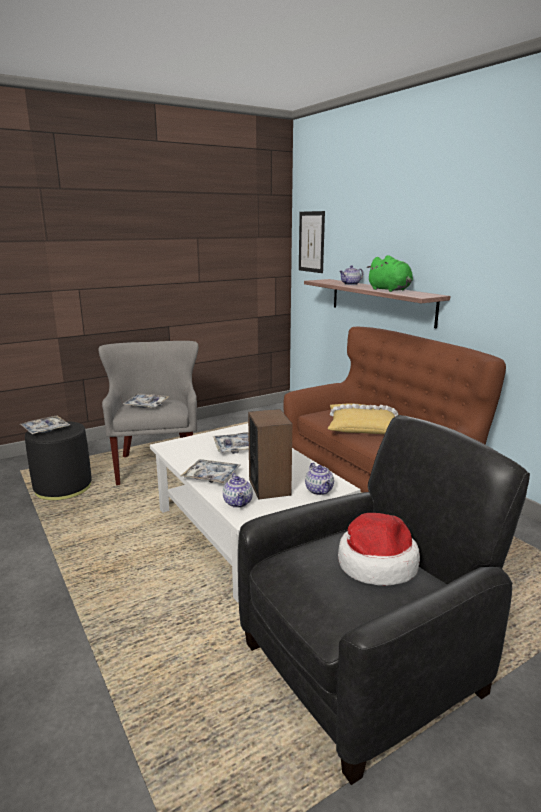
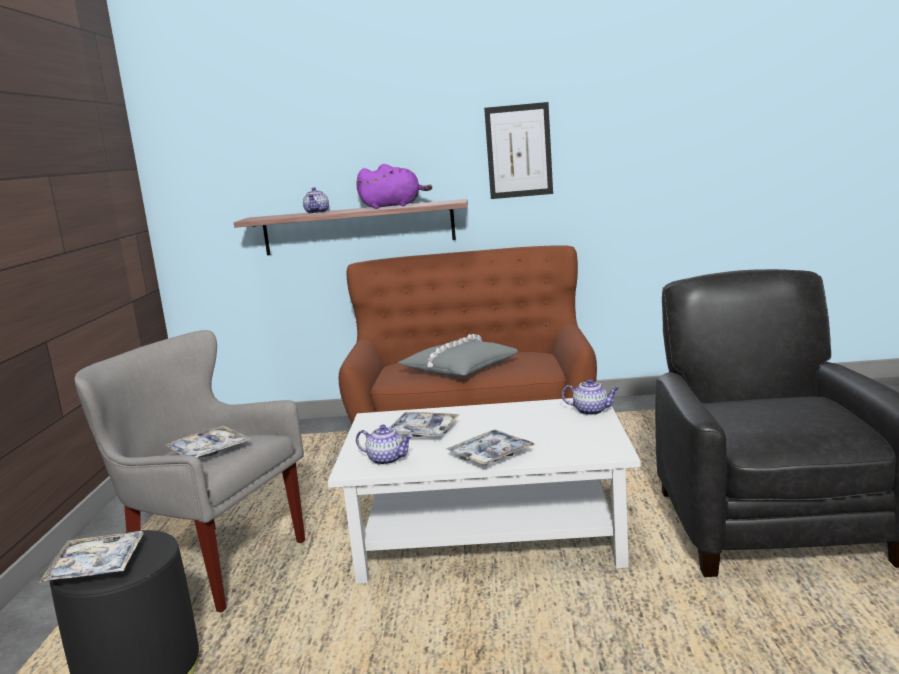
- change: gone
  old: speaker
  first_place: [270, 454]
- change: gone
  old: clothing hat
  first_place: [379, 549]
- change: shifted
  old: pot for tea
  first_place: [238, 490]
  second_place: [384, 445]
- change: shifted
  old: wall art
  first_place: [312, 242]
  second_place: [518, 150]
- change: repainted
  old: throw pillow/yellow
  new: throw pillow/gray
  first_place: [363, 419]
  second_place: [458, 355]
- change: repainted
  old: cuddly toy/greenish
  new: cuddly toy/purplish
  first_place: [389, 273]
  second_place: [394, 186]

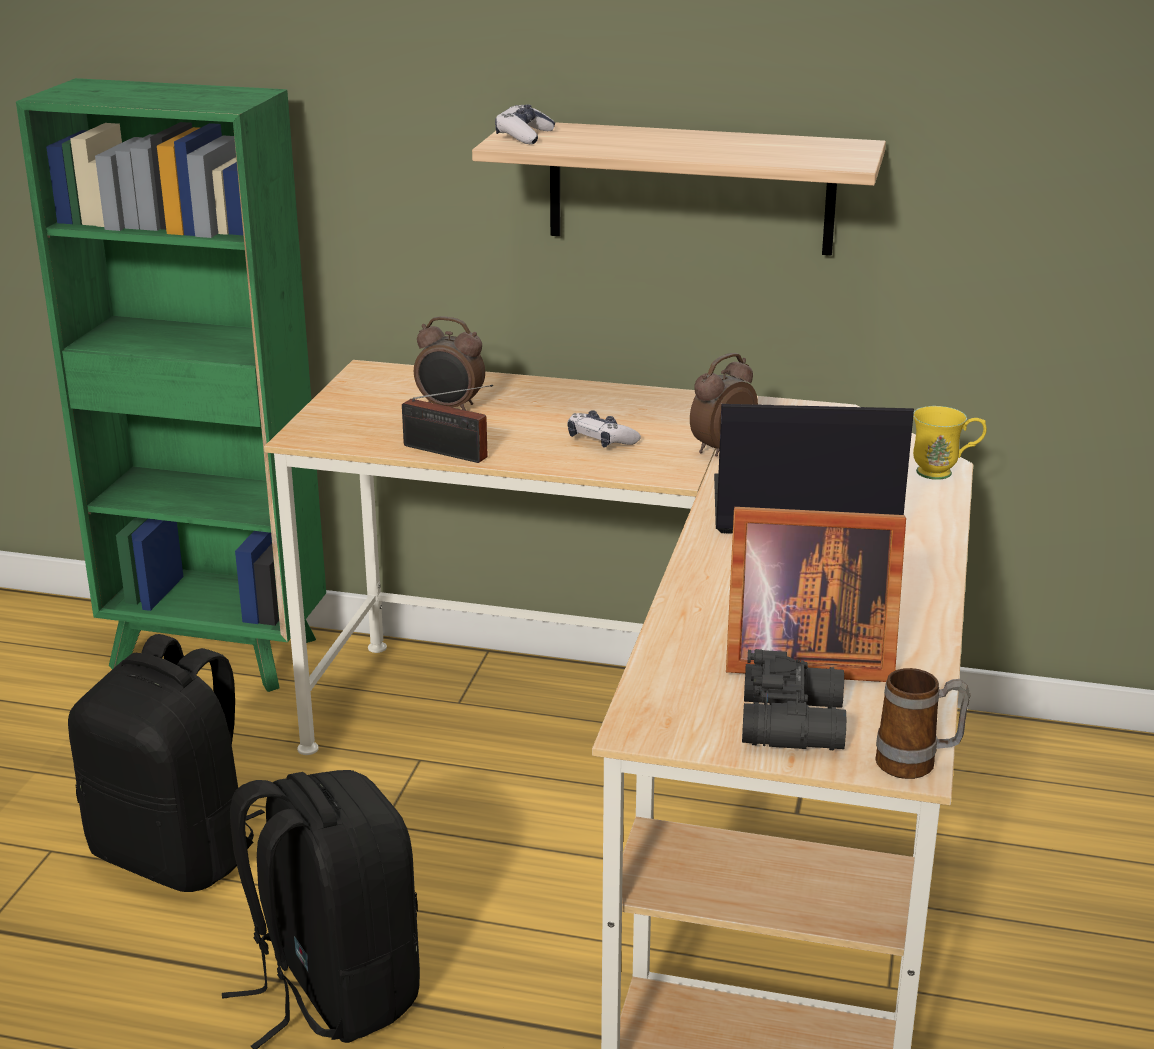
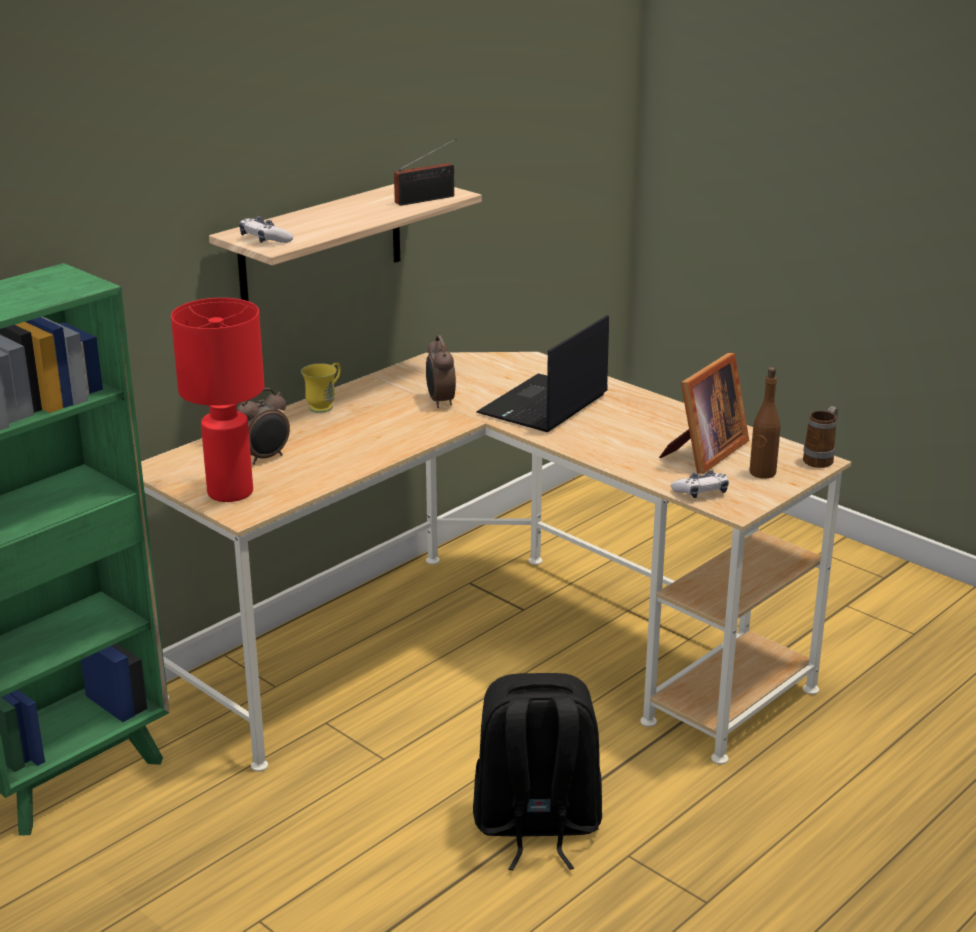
- change: gone
  old: rucksack/black-coloured
  first_place: [166, 763]
- change: new
  new: tabletop lamp/red-coloured
  second_place: [217, 400]
- change: shifted
  old: radio set
  first_place: [447, 424]
  second_place: [425, 172]
- change: shifted
  old: joypad
  first_place: [604, 428]
  second_place: [700, 484]
- change: shifted
  old: tea mug/yellow
  first_place: [950, 443]
  second_place: [321, 388]
- change: swapped
  old: binoculars/black-coloured
  new: beverage bottle/brown
  first_place: [794, 700]
  second_place: [765, 422]

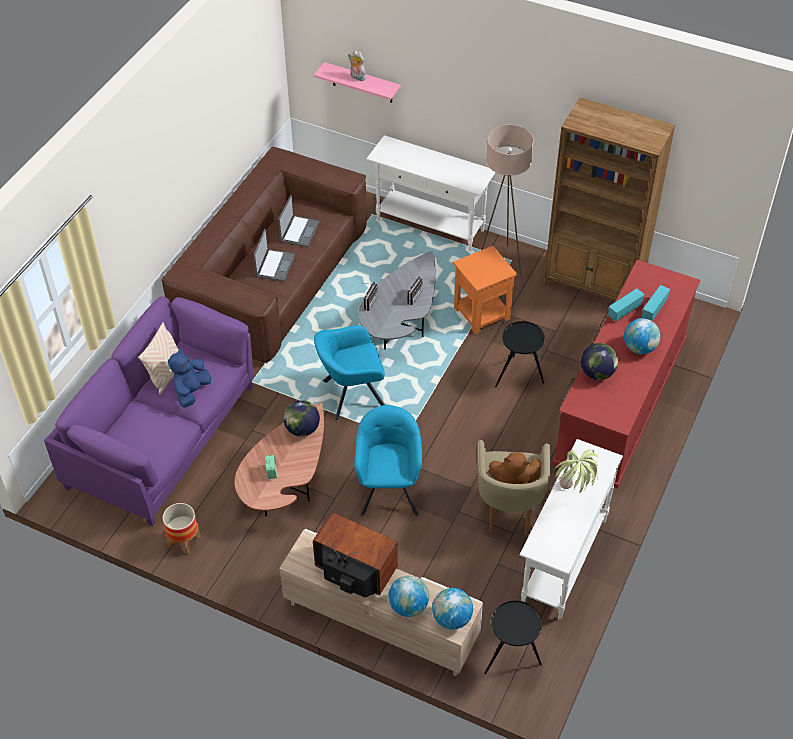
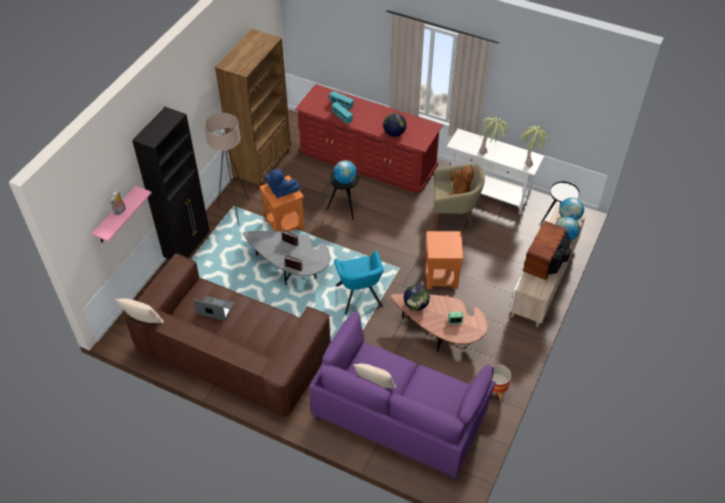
- change: gone
  old: portable computer
  first_place: [274, 255]
- change: new
  new: throw pillow/sand-coloured
  second_place: [139, 310]
- change: new
  new: plant in a pot
  second_place: [534, 146]
- change: shifted
  old: cuddly toy/blue-coloured
  first_place: [189, 378]
  second_place: [282, 183]
- change: shifted
  old: world globe
  first_place: [642, 336]
  second_place: [345, 172]
- change: swapped
  old: easy chair/turquoise-coloured
  new: accent table/orangey
  first_place: [388, 460]
  second_place: [444, 260]
- change: swapped
  old: console table/white-coloured
  new: cabinet/black-coloured
  first_place: [431, 193]
  second_place: [171, 185]

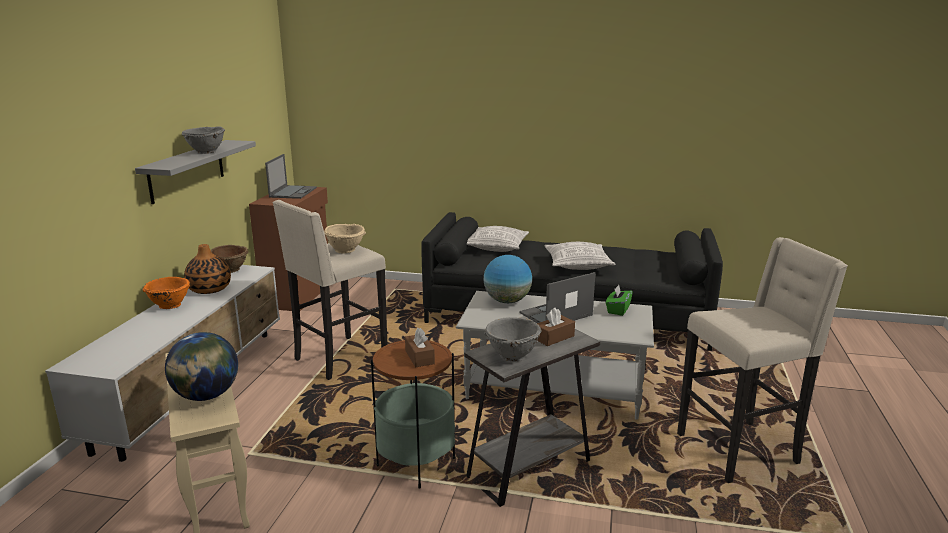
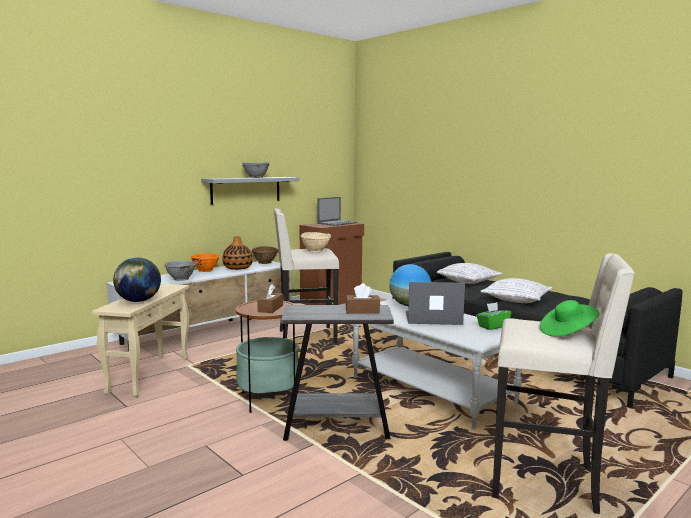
- change: new
  new: clothing hat/greenish
  second_place: [570, 318]
- change: shifted
  old: serving bowl/gray
  first_place: [513, 339]
  second_place: [180, 271]

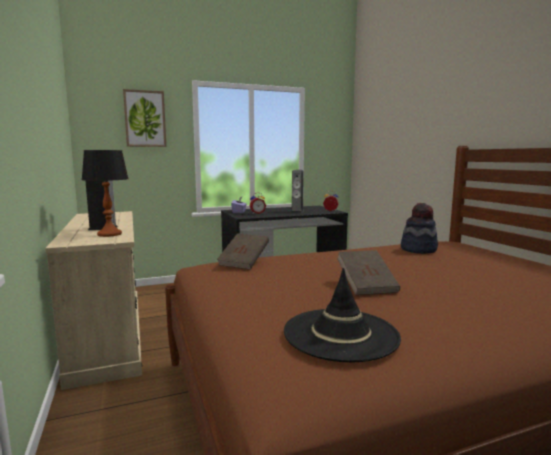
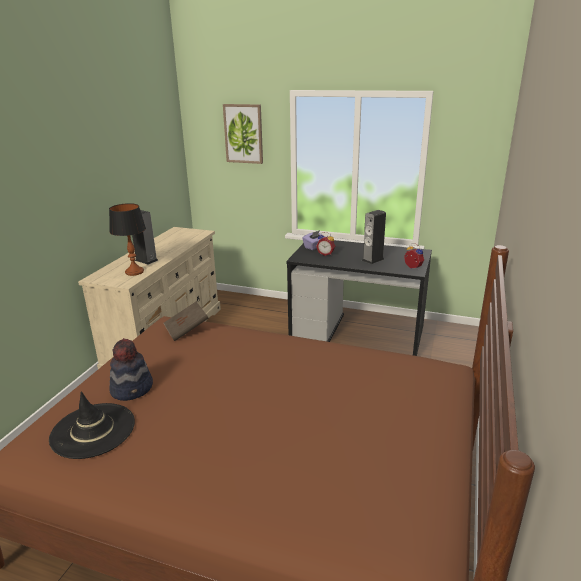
- change: gone
  old: volume/brown
  first_place: [368, 272]
- change: shifted
  old: clothing hat
  first_place: [419, 228]
  second_place: [131, 369]

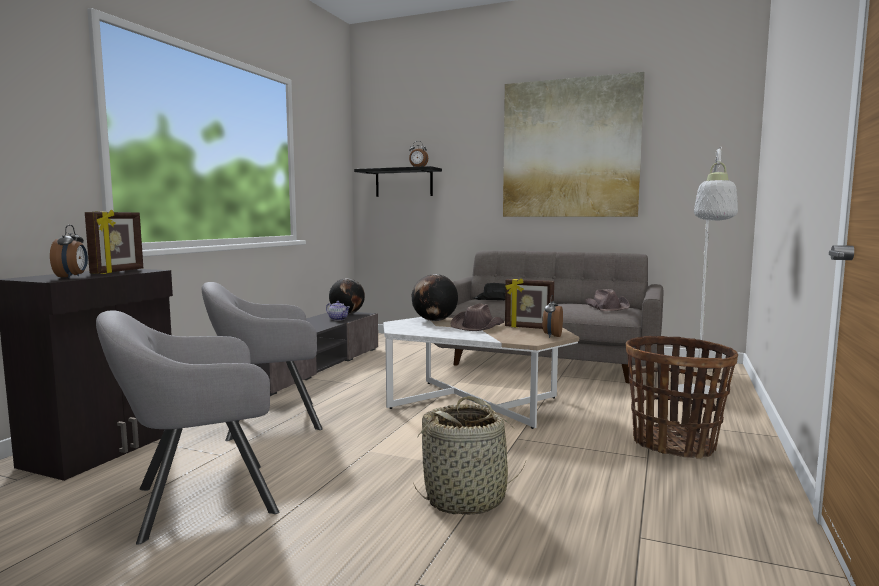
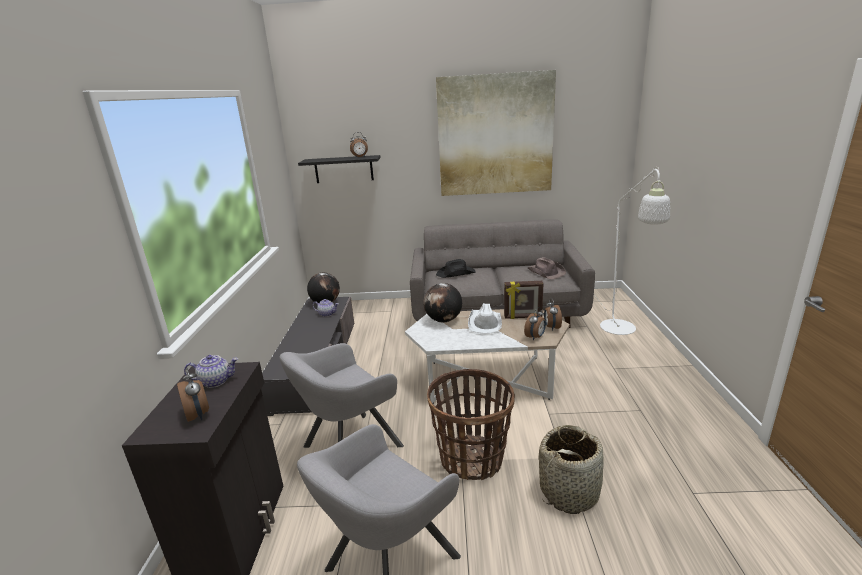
- change: new
  new: bedside clock
  second_place: [535, 323]
- change: shifted
  old: household basket
  first_place: [682, 397]
  second_place: [471, 424]
- change: swapped
  old: picture frame
  new: pot for tea
  first_place: [114, 241]
  second_place: [211, 371]
- change: repainted
  old: clothing hat/brown
  new: clothing hat/white-coloured
  first_place: [477, 317]
  second_place: [485, 318]

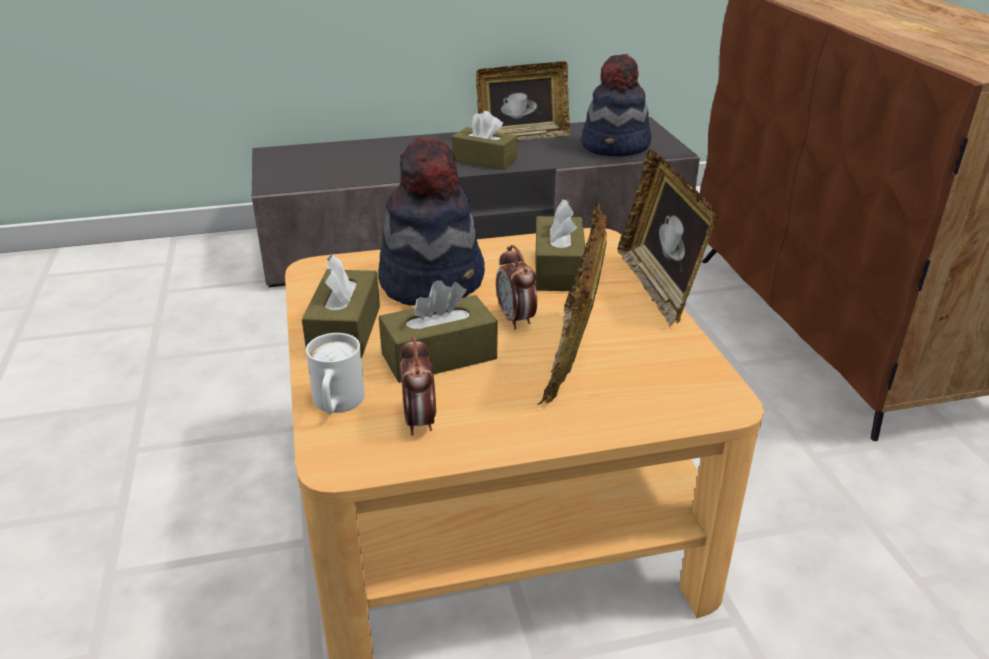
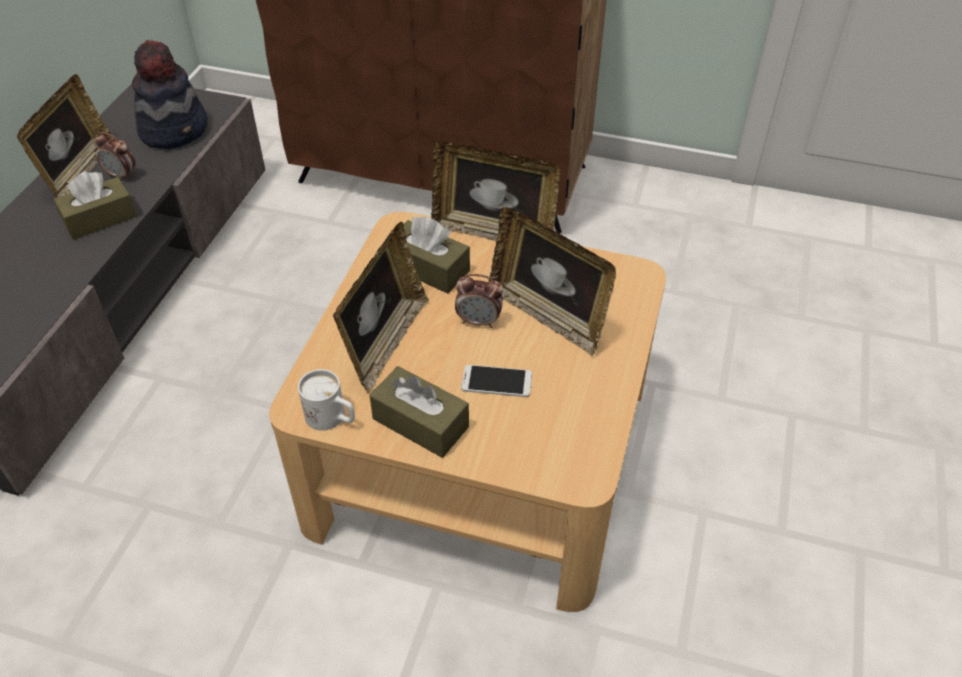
- change: shifted
  old: tea mug/white-coloured
  first_place: [335, 373]
  second_place: [326, 400]
- change: shifted
  old: bedside clock
  first_place: [418, 385]
  second_place: [114, 156]
- change: swapped
  old: clothing hat
  new: picture frame
  first_place: [431, 221]
  second_place: [381, 308]
- change: swapped
  old: tissue box/brown
  new: telephone
  first_place: [438, 331]
  second_place: [496, 381]

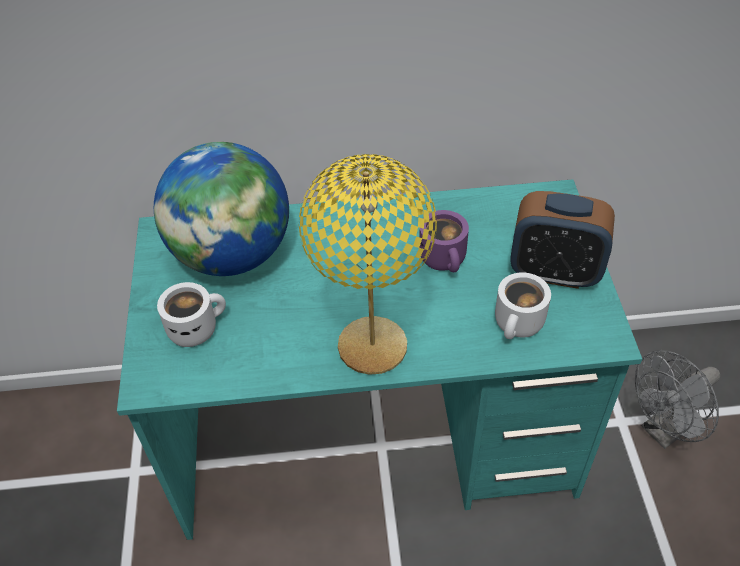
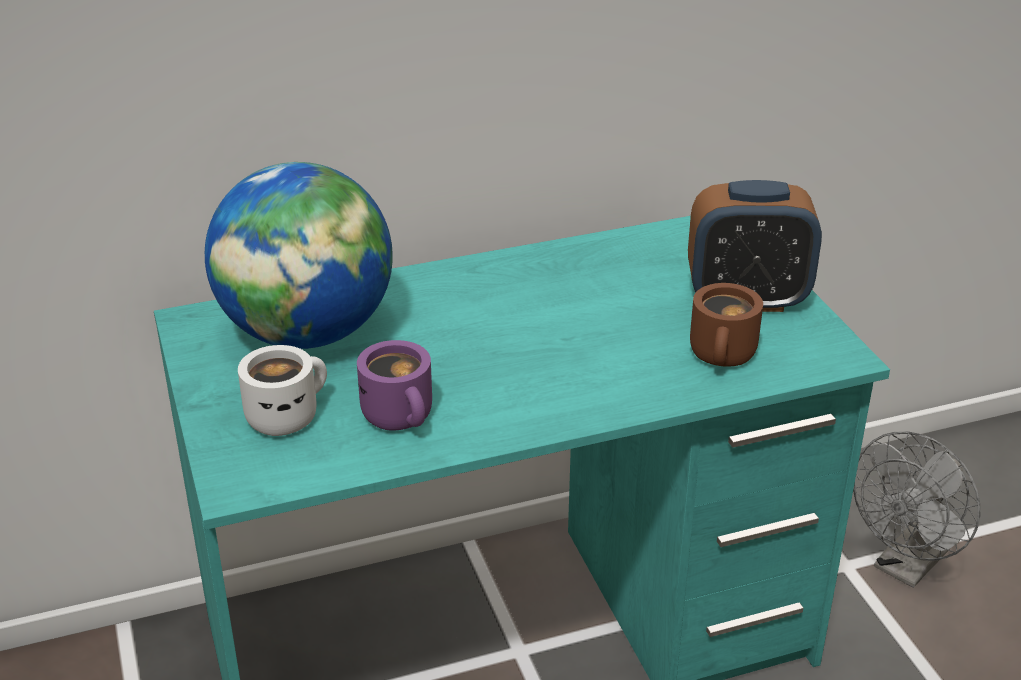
- change: gone
  old: tabletop lamp/yellow
  first_place: [368, 264]
- change: shifted
  old: tea mug/purplish
  first_place: [444, 241]
  second_place: [394, 385]
- change: repainted
  old: tea mug/white-coloured
  new: tea mug/brown
  first_place: [523, 305]
  second_place: [726, 325]

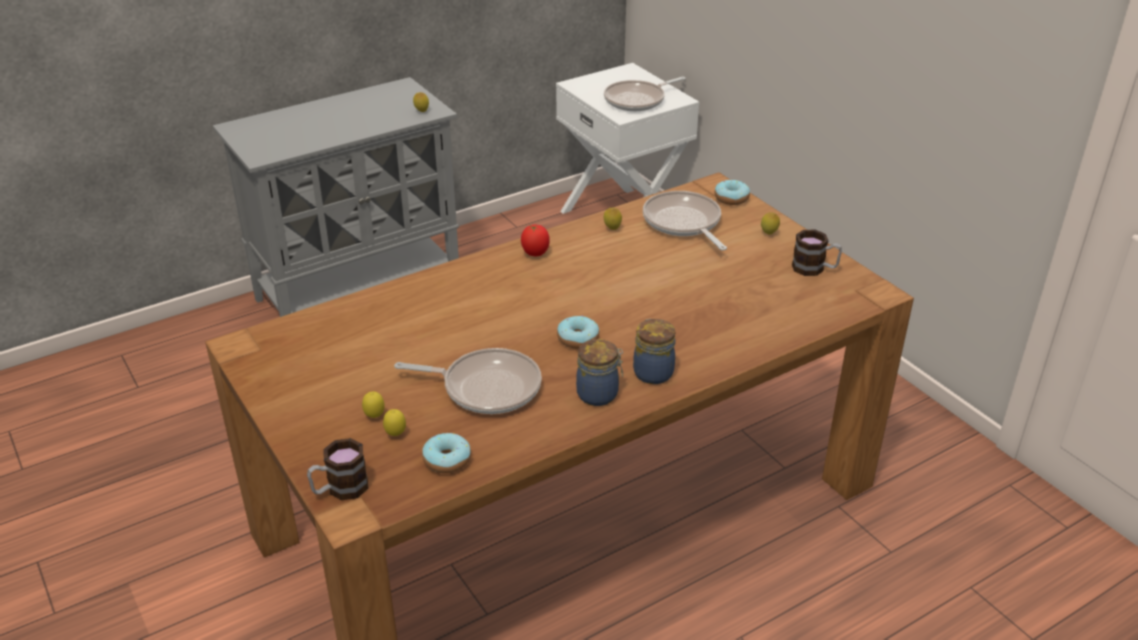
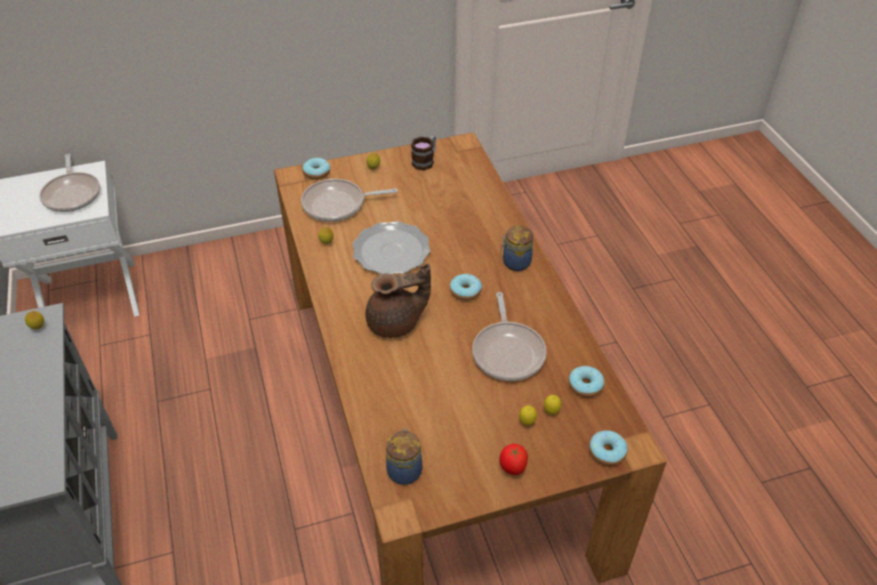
- change: new
  new: flat dish
  second_place: [391, 247]
- change: new
  new: pot for tea/brown
  second_place: [398, 301]
- change: shifted
  old: fresh tomato
  first_place: [535, 240]
  second_place: [513, 459]
- change: shifted
  old: storage jar
  first_place: [599, 372]
  second_place: [404, 457]
- change: swapped
  old: tea mug
  new: doughnut
  first_place: [337, 469]
  second_place: [608, 448]
- change: rotated
  old: pan
  first_place: [468, 381]
  second_place: [509, 336]
  degrees: 150

